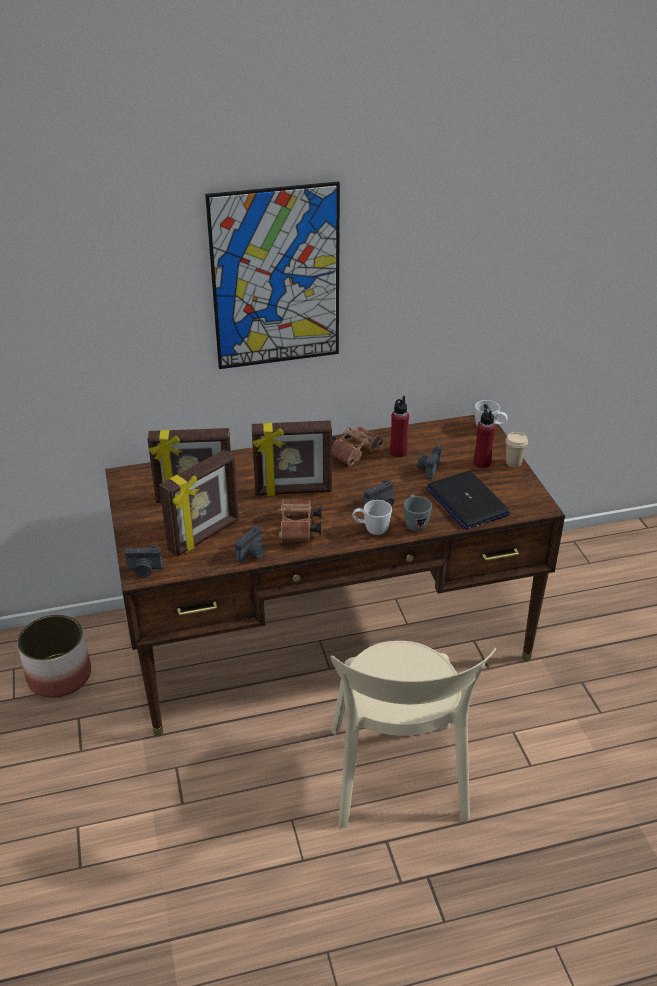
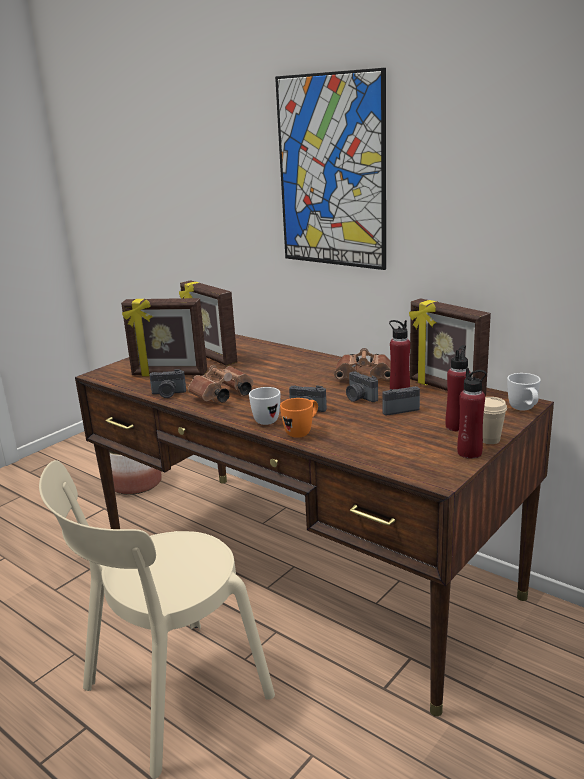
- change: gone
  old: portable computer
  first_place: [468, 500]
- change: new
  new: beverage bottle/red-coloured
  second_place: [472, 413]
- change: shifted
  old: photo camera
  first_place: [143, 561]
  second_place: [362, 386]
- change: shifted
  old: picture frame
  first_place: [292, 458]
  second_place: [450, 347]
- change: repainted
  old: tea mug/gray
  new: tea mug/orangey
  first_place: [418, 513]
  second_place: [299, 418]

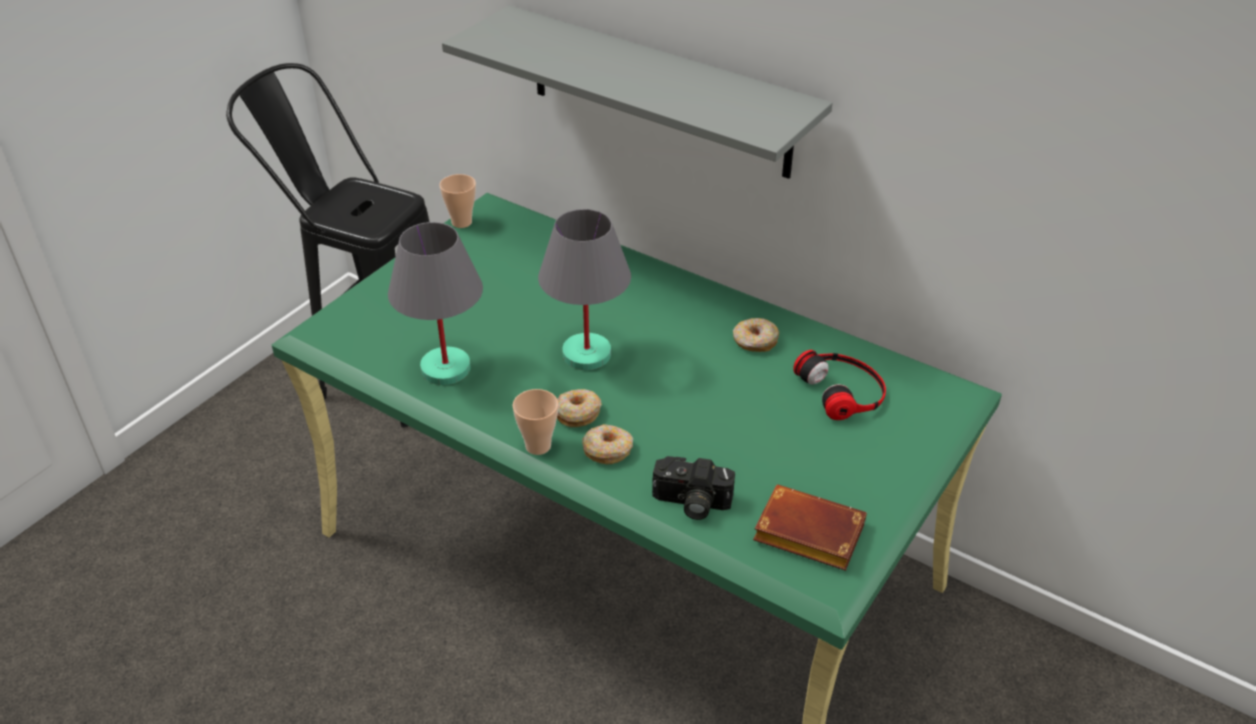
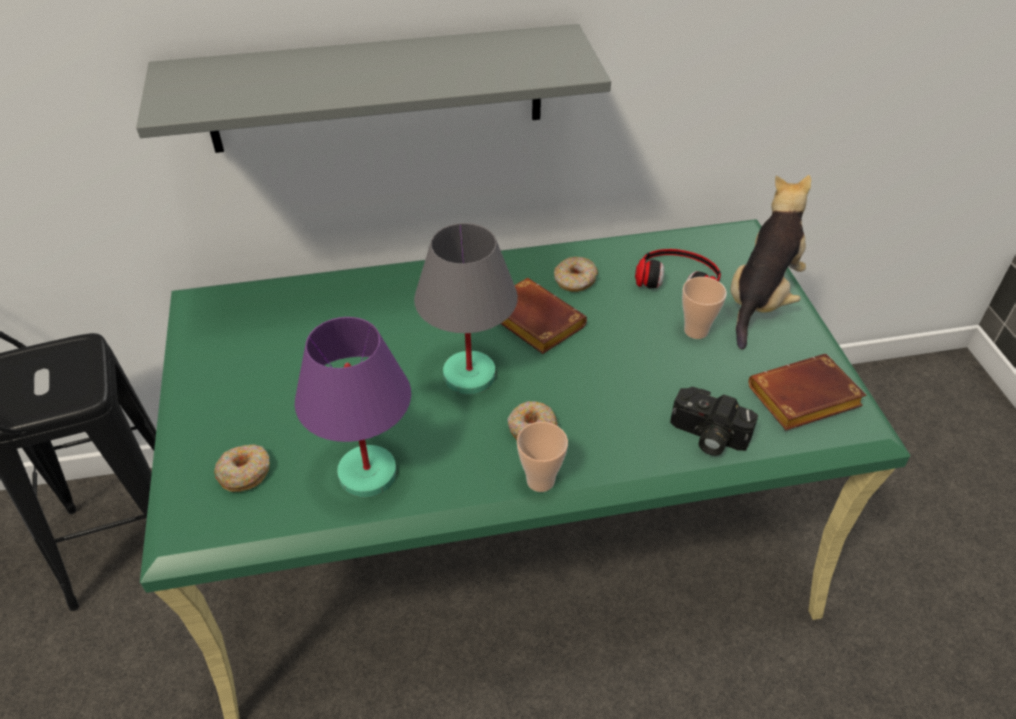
- change: new
  new: volume/brown
  second_place: [544, 316]
- change: new
  new: cuddly toy
  second_place: [771, 262]
- change: shifted
  old: cup
  first_place: [457, 201]
  second_place: [704, 308]
- change: shifted
  old: doughnut
  first_place: [608, 444]
  second_place: [242, 468]
- change: repainted
  old: tabletop lamp/gray
  new: tabletop lamp/purplish
  first_place: [435, 303]
  second_place: [353, 407]
- change: rotated
  old: photo camera
  first_place: [693, 488]
  second_place: [714, 421]
  degrees: 60

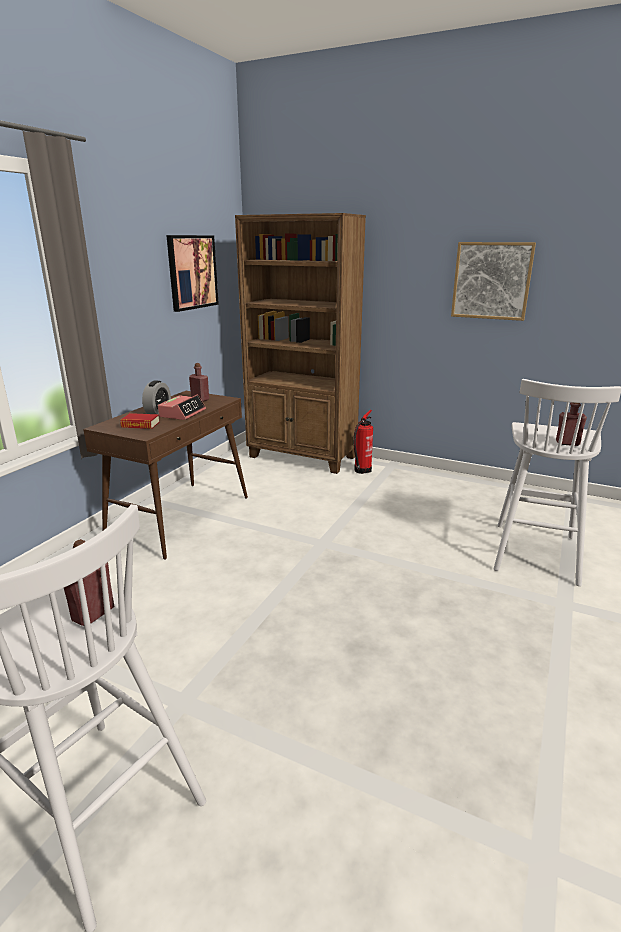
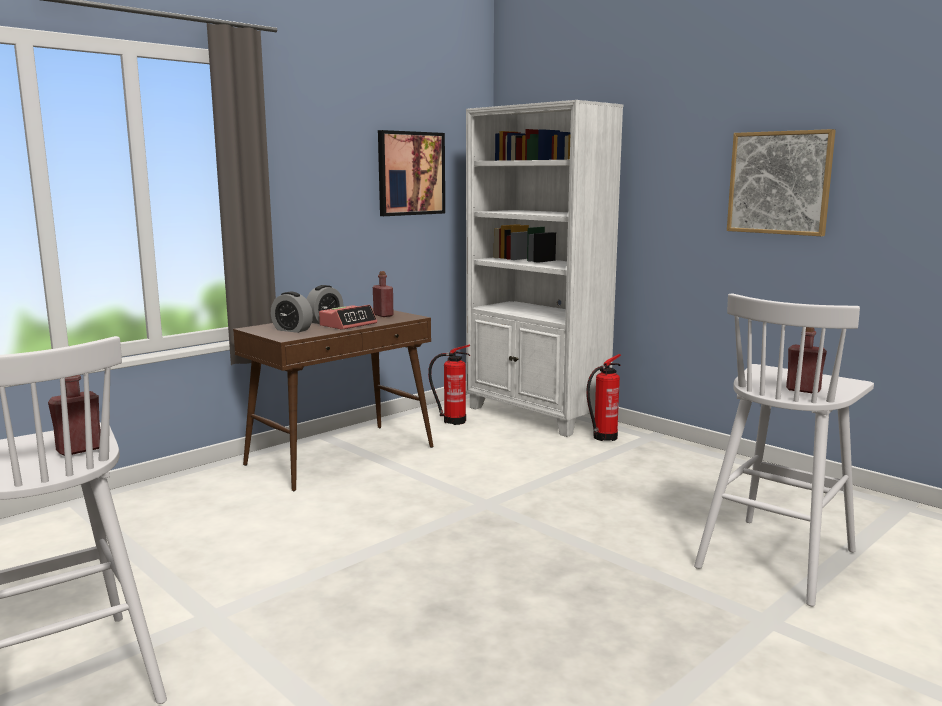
- change: new
  new: fire extinguisher
  second_place: [449, 385]
- change: swapped
  old: volume
  new: bedside clock
  first_place: [140, 421]
  second_place: [292, 312]
- change: repainted
  old: bookshelf/brown
  new: bookshelf/white-coloured
  first_place: [300, 343]
  second_place: [544, 268]

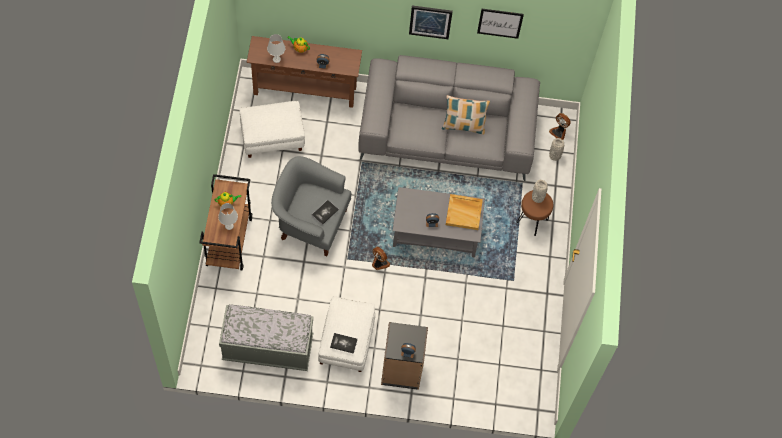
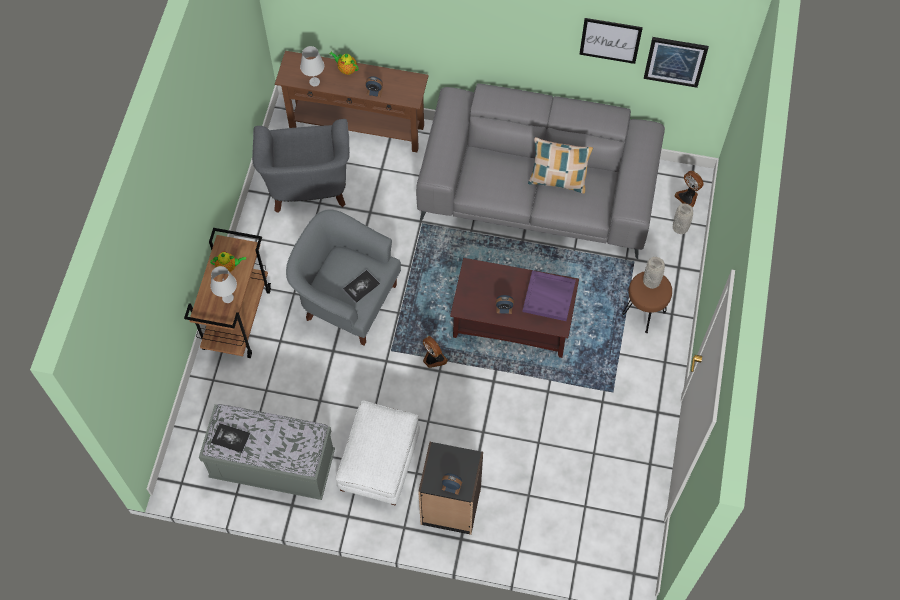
- change: shifted
  old: volume
  first_place: [344, 343]
  second_place: [231, 438]
- change: shifted
  old: wall art
  first_place: [431, 22]
  second_place: [676, 62]
- change: swapped
  old: ottoman/white-coloured
  new: easy chair/gray
  first_place: [272, 129]
  second_place: [301, 166]
- change: repainted
  old: coffee table/gray
  new: coffee table/brown
  first_place: [439, 222]
  second_place: [514, 308]
- change: repainted
  old: carrying tray/sand-coloured
  new: carrying tray/purplish
  first_place: [464, 212]
  second_place: [549, 295]

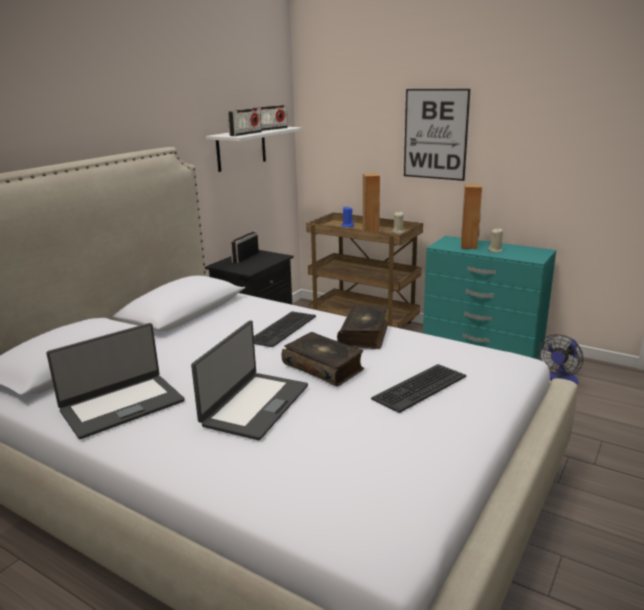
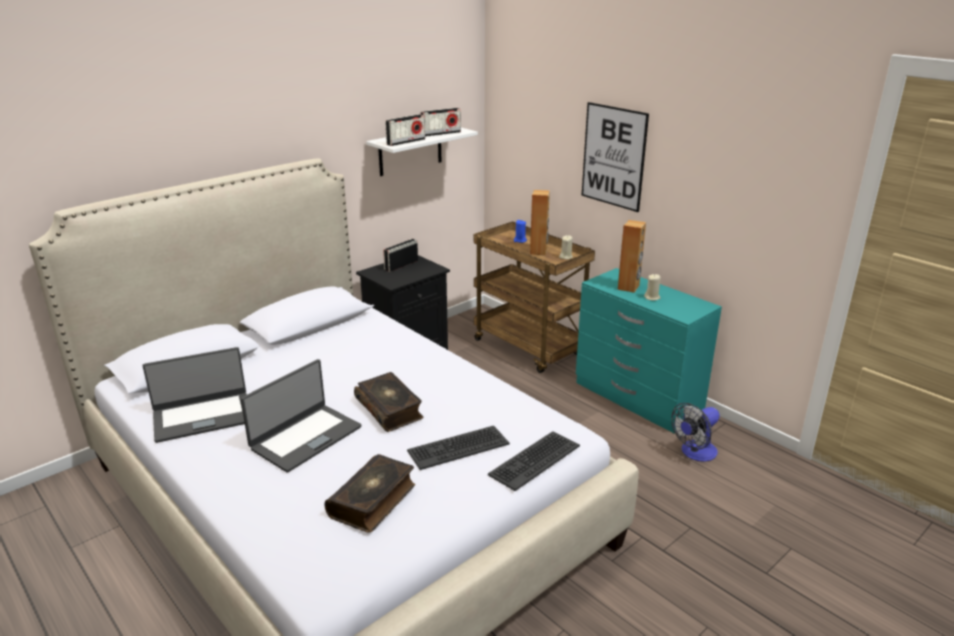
- change: shifted
  old: computer keyboard
  first_place: [285, 329]
  second_place: [534, 461]
- change: shifted
  old: volume
  first_place: [362, 327]
  second_place: [369, 493]

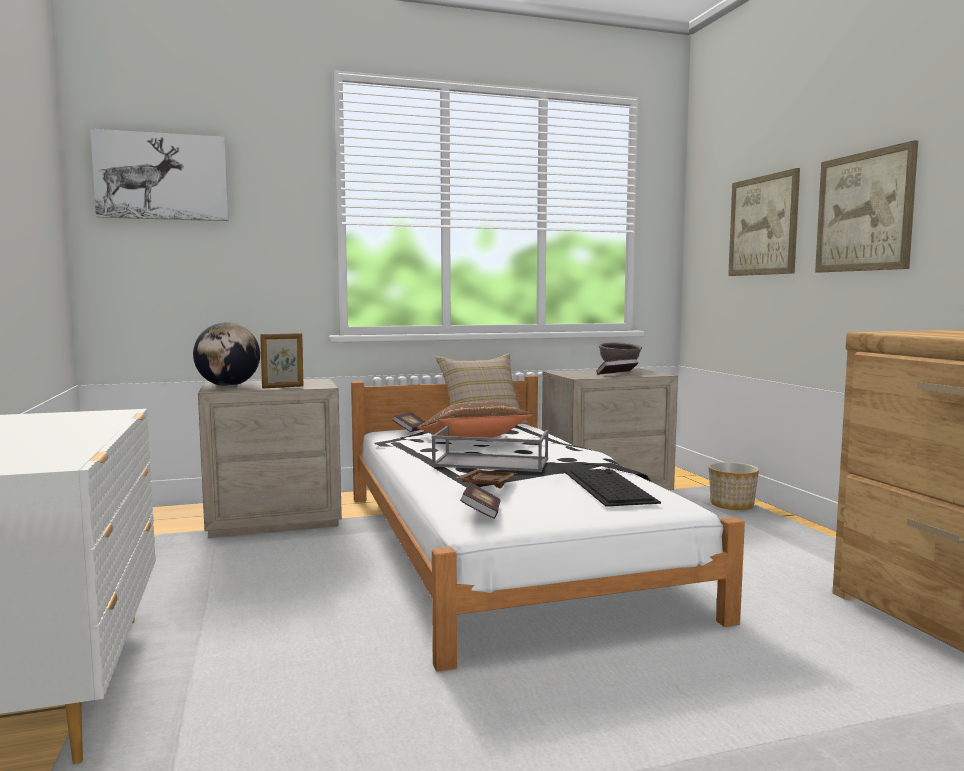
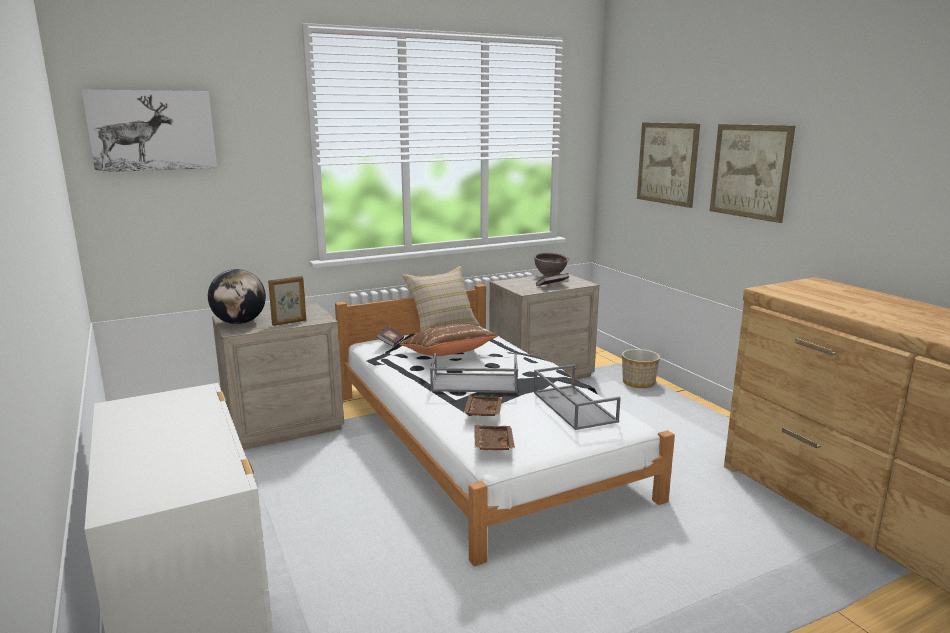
- change: swapped
  old: volume
  new: carrying tray/brown
  first_place: [480, 500]
  second_place: [494, 437]
- change: swapped
  old: computer keyboard
  new: carrying tray/gray
  first_place: [613, 488]
  second_place: [577, 397]

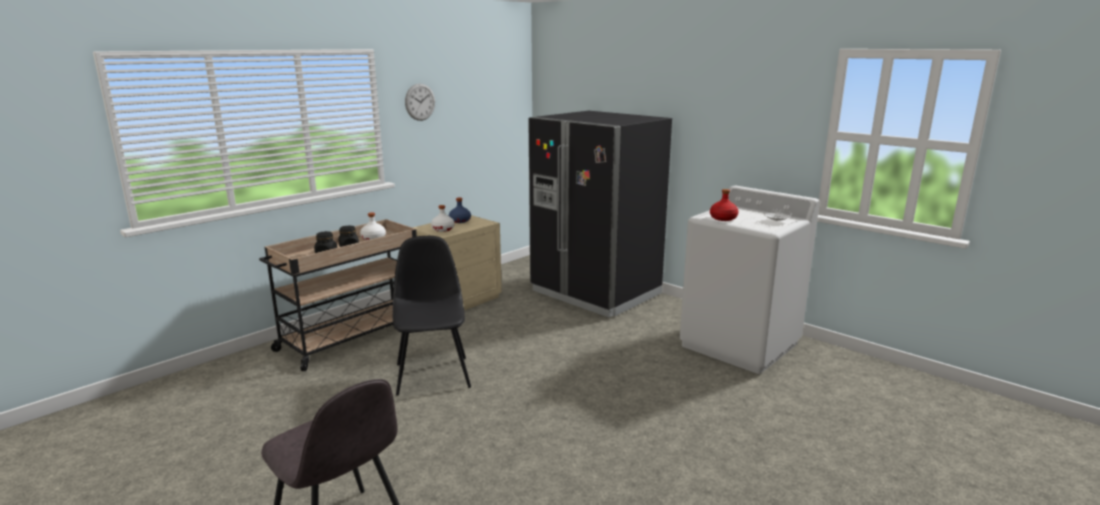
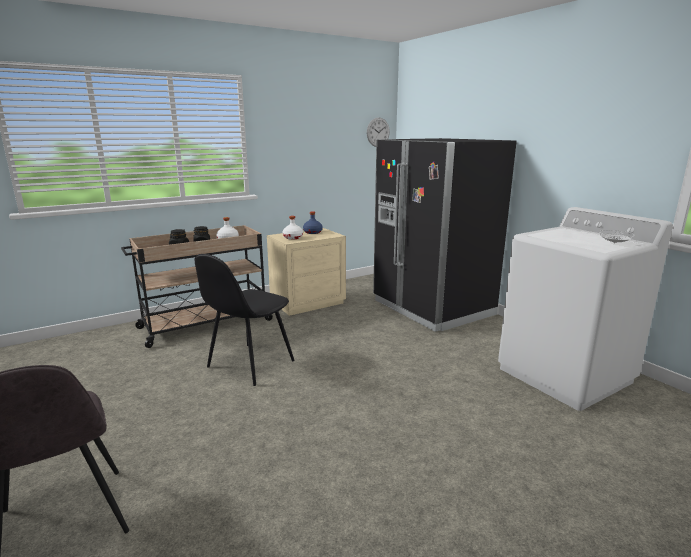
- change: gone
  old: beverage bottle/red-coloured
  first_place: [724, 205]
- change: shifted
  old: wall clock
  first_place: [420, 102]
  second_place: [378, 132]
- change: rotated
  old: chair/black-coloured
  first_place: [432, 316]
  second_place: [245, 320]
  degrees: -150

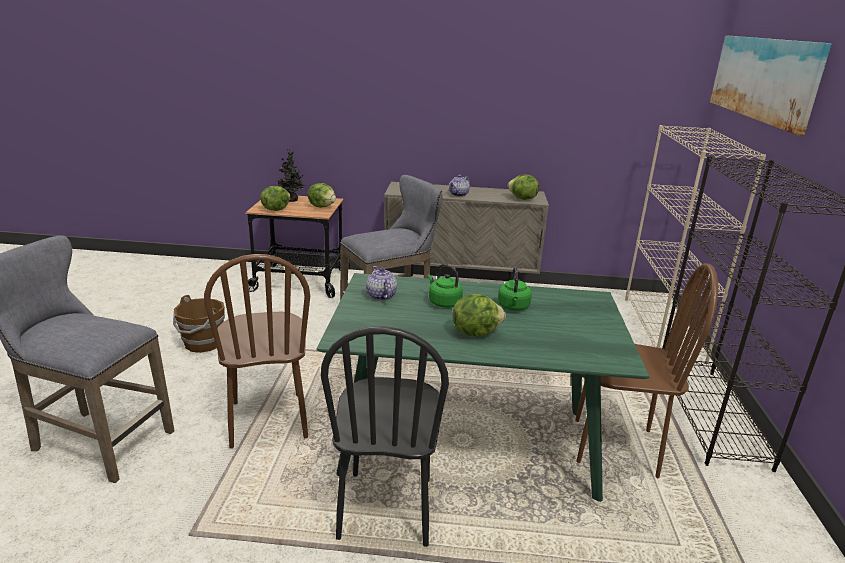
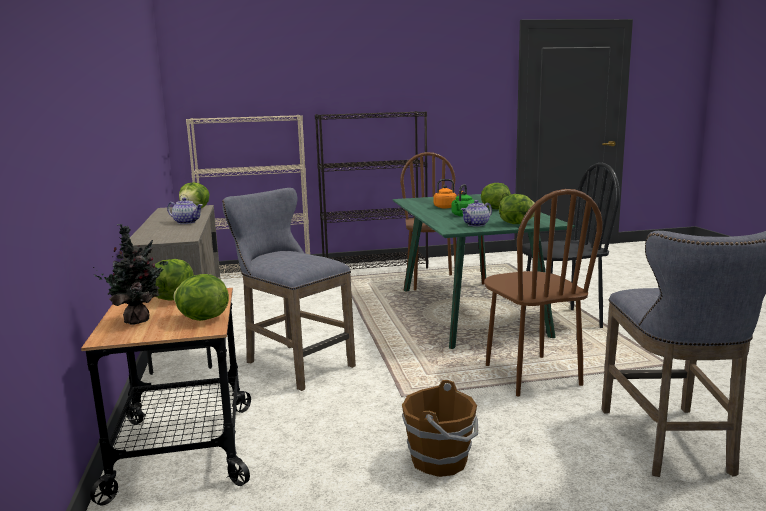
- change: gone
  old: wall art
  first_place: [770, 85]
- change: new
  new: head of lettuce
  second_place: [517, 209]
- change: repainted
  old: kettle/greenish
  new: kettle/orangey
  first_place: [515, 288]
  second_place: [448, 193]
- change: rotated
  old: chair/brown
  first_place: [257, 351]
  second_place: [543, 292]
  degrees: 105

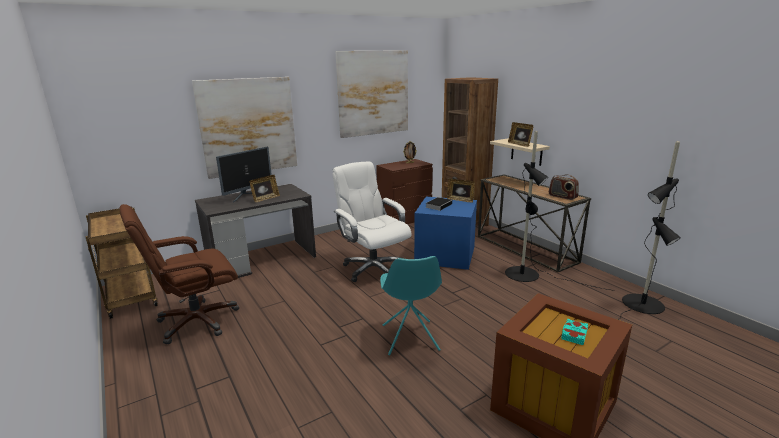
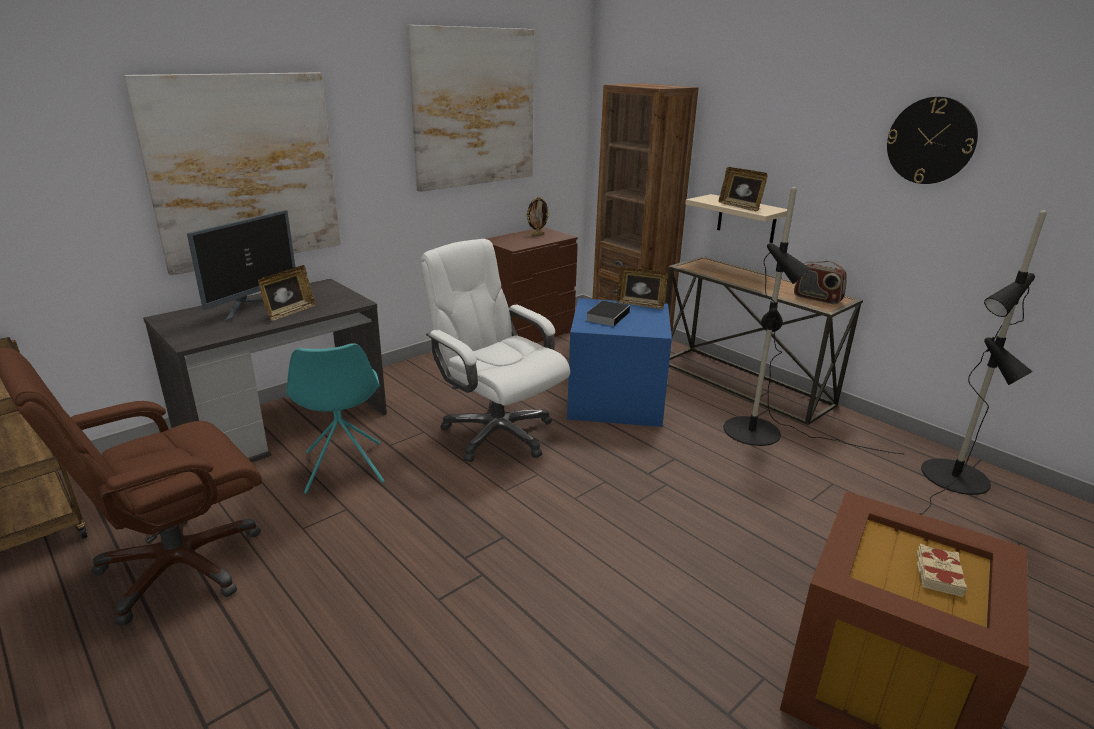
- change: new
  new: wall clock
  second_place: [932, 140]
- change: shifted
  old: chair/turquoise-coloured
  first_place: [411, 305]
  second_place: [335, 418]
- change: repainted
  old: volume/turquoise-coloured
  new: volume/sand-coloured
  first_place: [574, 332]
  second_place: [942, 570]

